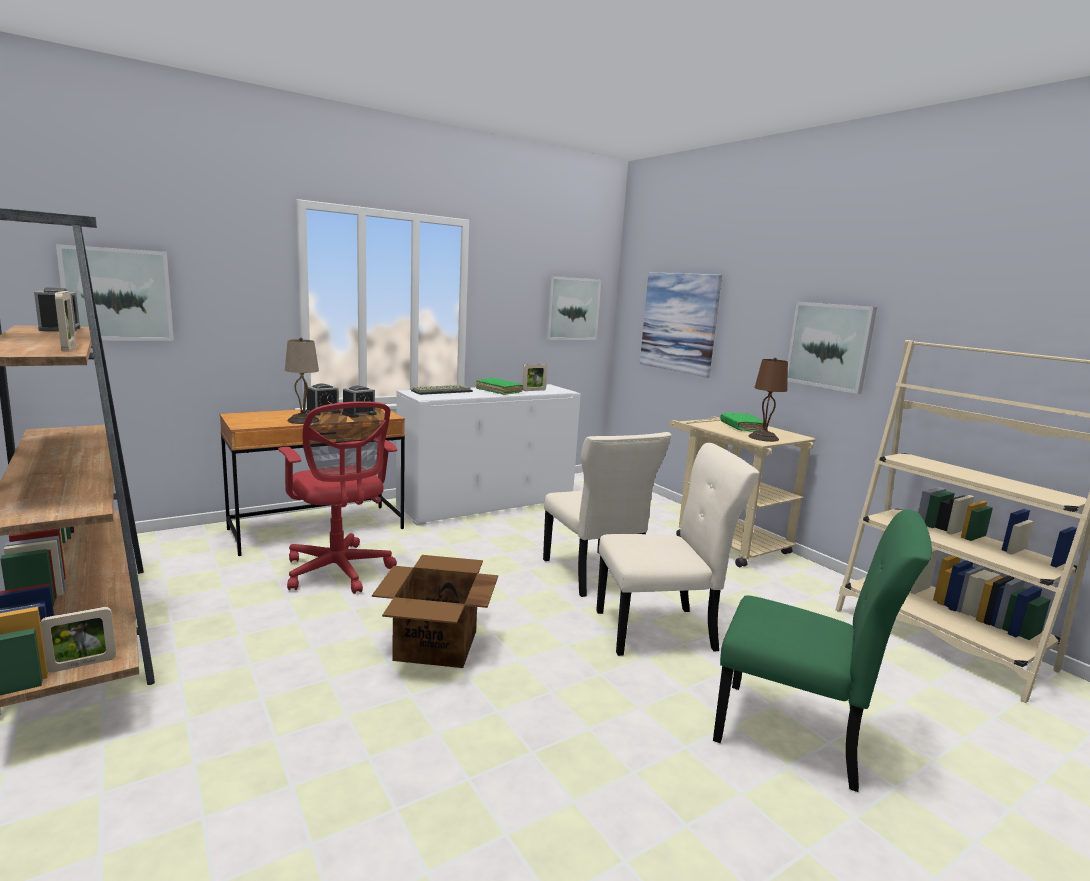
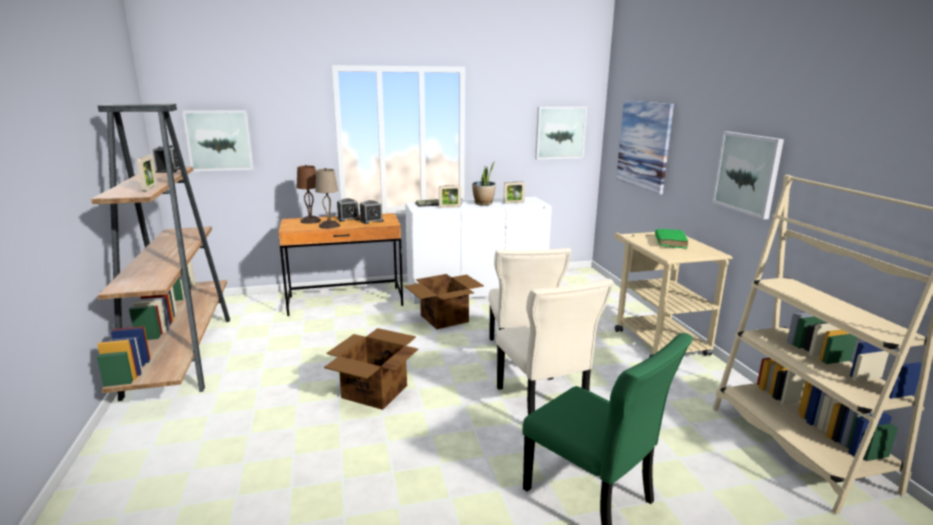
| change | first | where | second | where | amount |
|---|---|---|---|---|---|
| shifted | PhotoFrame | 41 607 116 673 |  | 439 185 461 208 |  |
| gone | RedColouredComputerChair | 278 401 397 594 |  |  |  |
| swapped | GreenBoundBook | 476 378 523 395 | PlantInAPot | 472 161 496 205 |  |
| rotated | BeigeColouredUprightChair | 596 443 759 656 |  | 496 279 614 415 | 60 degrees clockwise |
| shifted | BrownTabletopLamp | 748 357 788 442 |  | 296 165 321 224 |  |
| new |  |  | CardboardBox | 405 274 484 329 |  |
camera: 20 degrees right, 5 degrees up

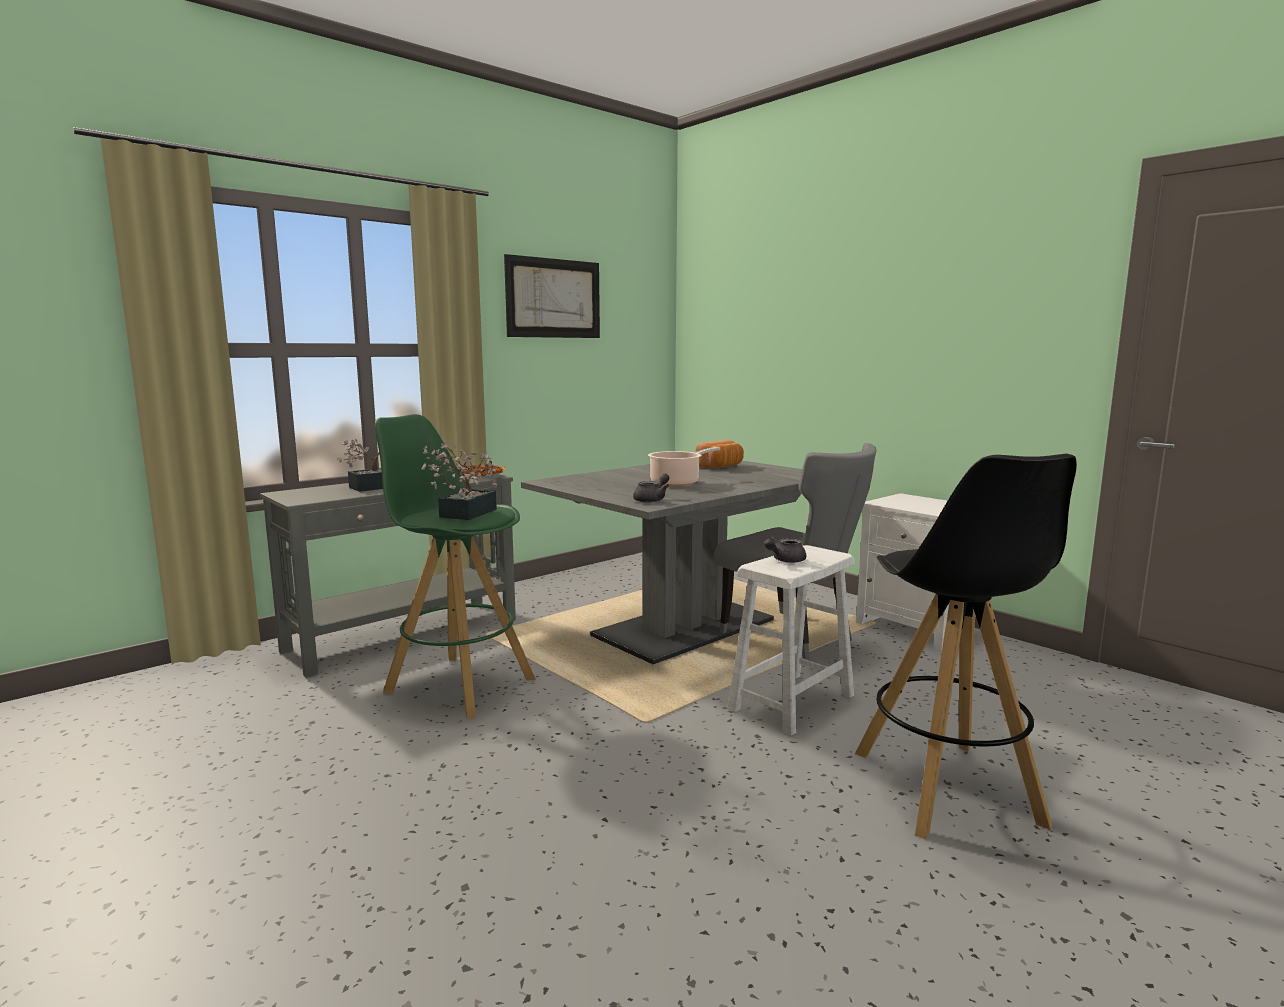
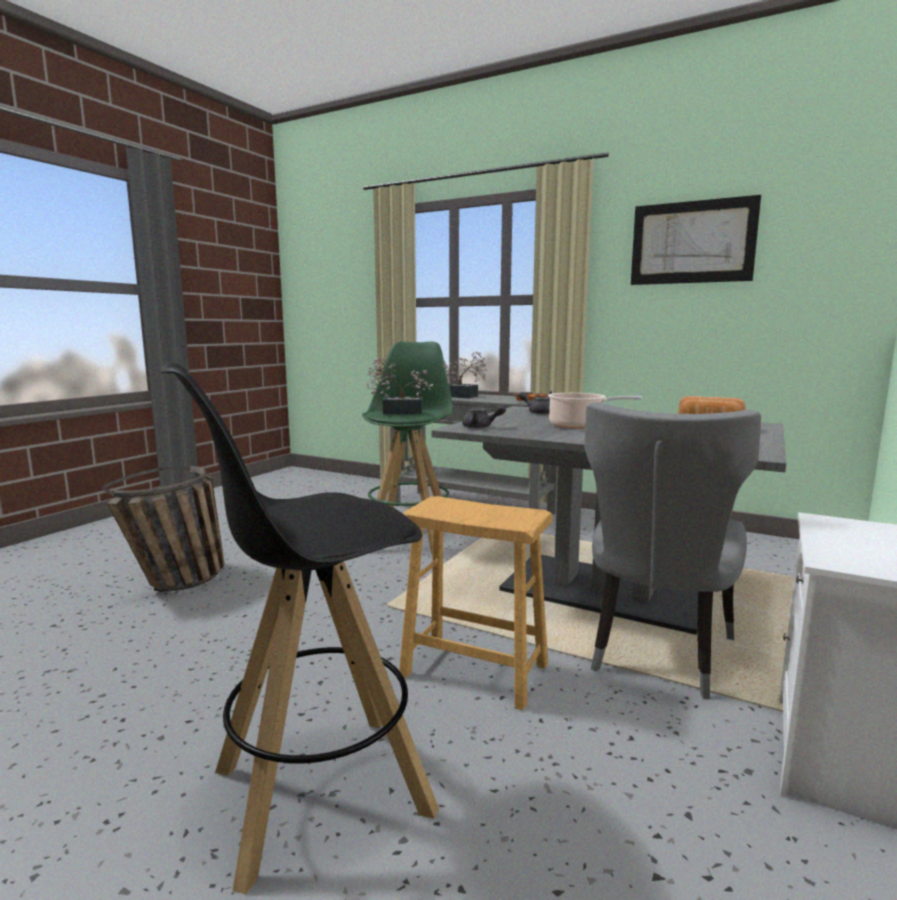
| change | first | where | second | where | amount |
|---|---|---|---|---|---|
| repainted | WhitishStoolSeat | 727 545 855 736 | BrownStoolSeat | 399 496 553 710 |  |
| shifted | GreyPotForTea | 764 537 806 563 |  | 519 392 550 414 |  |
| new |  |  | Basket | 102 466 225 591 |  |
camera: 70 degrees right, 0 degrees up

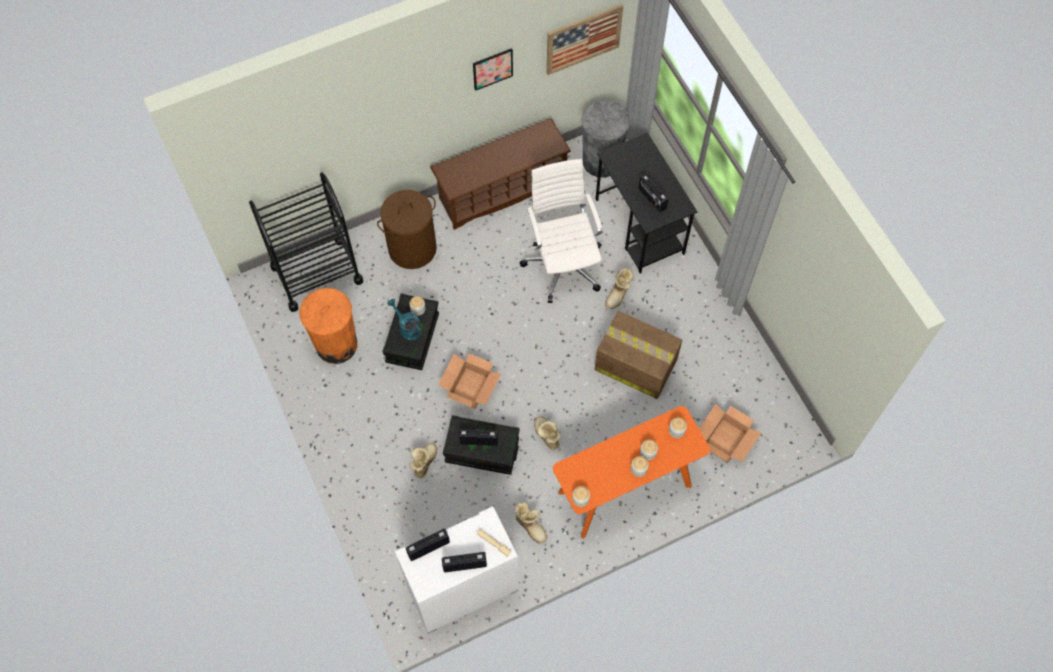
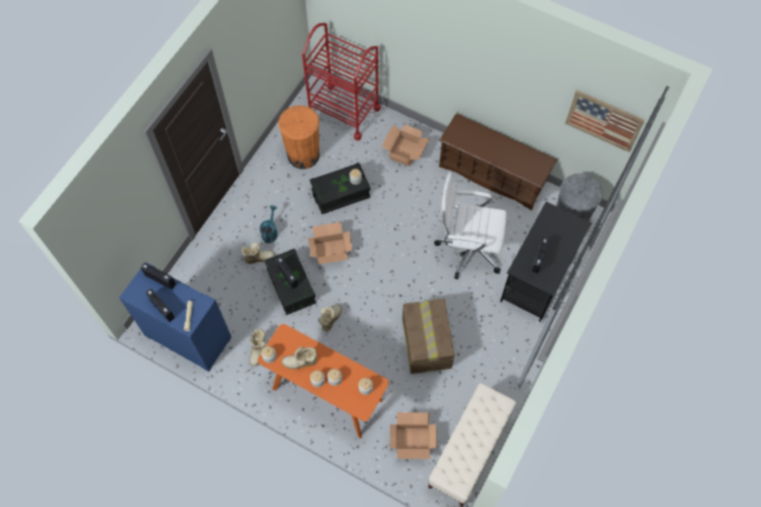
| change | first | where | second | where | amount |
|---|---|---|---|---|---|
| repainted | BlackishTrolley | 249 173 363 312 | RedColouredTrolley | 302 23 381 141 |  |
| swapped | BrownWashingBasket | 377 190 437 269 | CardboardBox | 382 124 429 166 |  |
| shifted | TurquoiseColouredWateringPot | 387 299 422 341 |  | 260 206 278 243 |  |
| repainted | WhitishCabinet | 395 506 519 633 | BlueCabinet | 119 262 231 372 |  |
| gone | WallPicture | 473 48 513 91 |  |  |  |
| rotated | WhitishComputerChair | 520 159 602 303 |  | 434 172 507 279 | 120 degrees counterclockwise |
| shifted | TallBoot | 605 268 634 309 |  | 282 347 317 369 |  |
| new |  |  | BeigeColouredBench | 428 383 516 507 |  |
camera: 55 degrees right, 0 degrees up

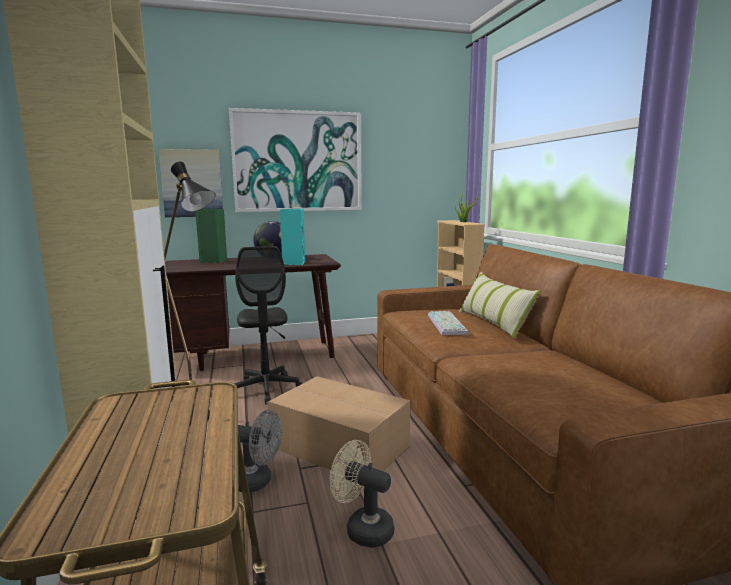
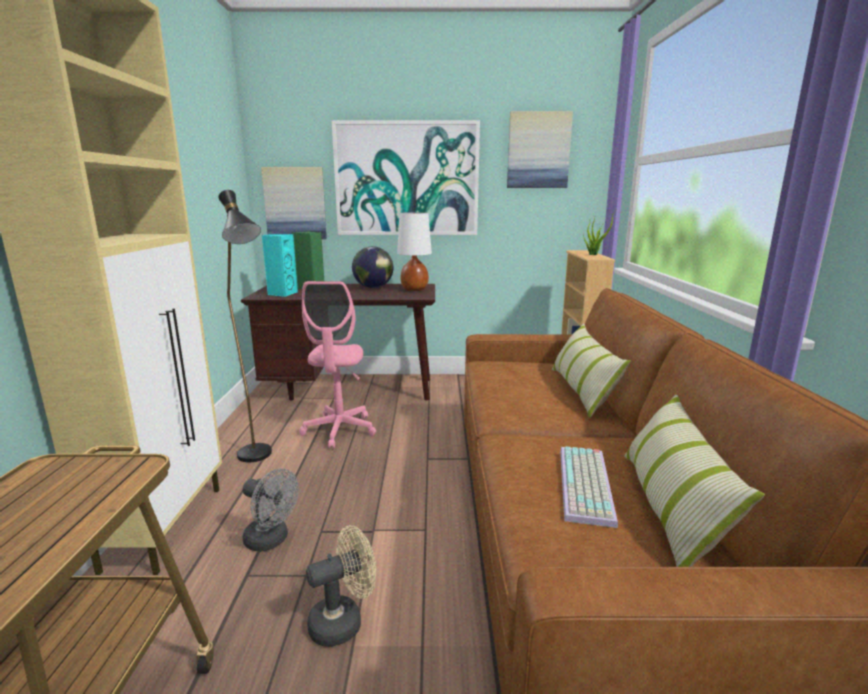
| change | first | where | second | where | amount |
|---|---|---|---|---|---|
| repainted | BlackishComputerChair | 234 246 302 404 | PinkComputerChair | 299 281 376 448 |  |
| gone | CardboardBox | 268 376 410 471 |  |  |  |
| shifted | TurquoiseColouredLoudspeaker | 280 209 305 265 |  | 262 234 298 297 |  |
| rotated | BeigeColouredFan | 329 440 394 548 |  | 306 525 376 647 | 105 degrees clockwise |
| shifted | PcKeyboard | 428 311 468 335 |  | 560 446 618 528 |  |
| new |  |  | WhitishTabletopLamp | 397 212 432 291 |  |
| new |  |  | WallPicture | 507 111 573 188 |  |
| new |  |  | ThrowPillow | 624 395 765 567 |  |
camera: 15 degrees right, 5 degrees up

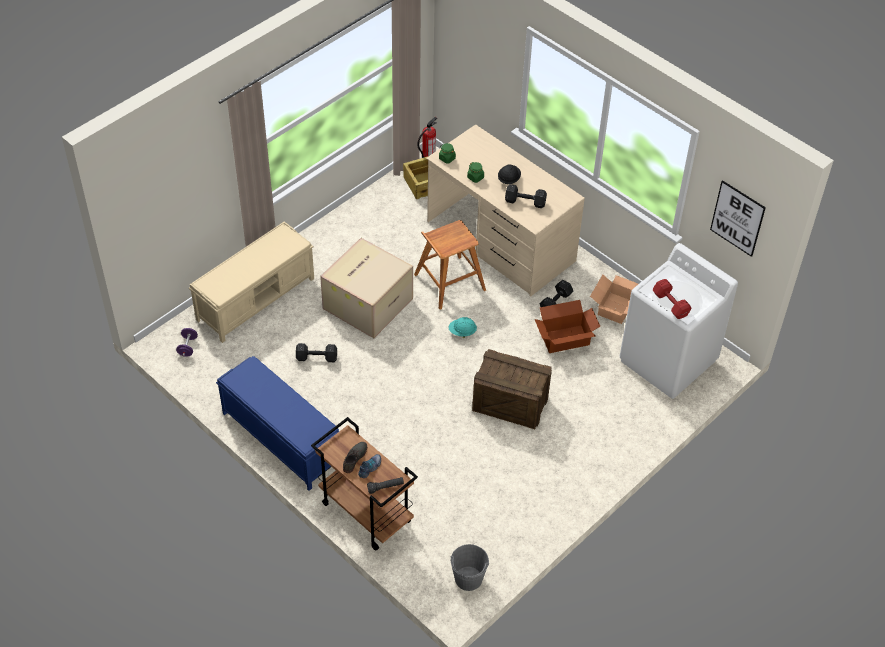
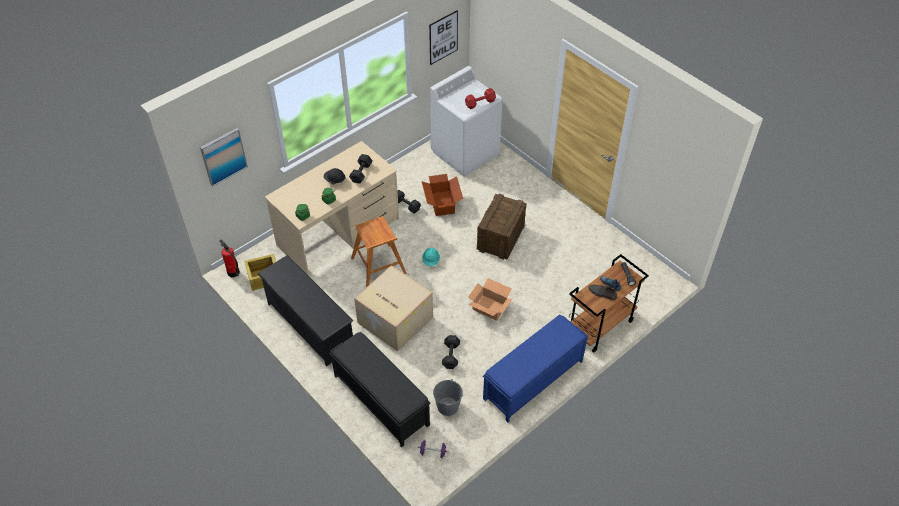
| change | first | where | second | where | amount |
|---|---|---|---|---|---|
| repainted | BeigeColouredBench | 189 221 314 343 | BlackishBench | 329 332 431 448 |  |
| shifted | GreyPail | 451 544 489 591 |  | 433 379 463 416 |  |
| shifted | CardboardBox | 590 275 638 324 |  | 468 278 512 321 |  |
| new |  |  | WallPicture | 200 128 248 187 |  |
| new |  |  | BlackishShoeStand | 257 255 353 366 |  |
camera: 85 degrees left, 0 degrees up

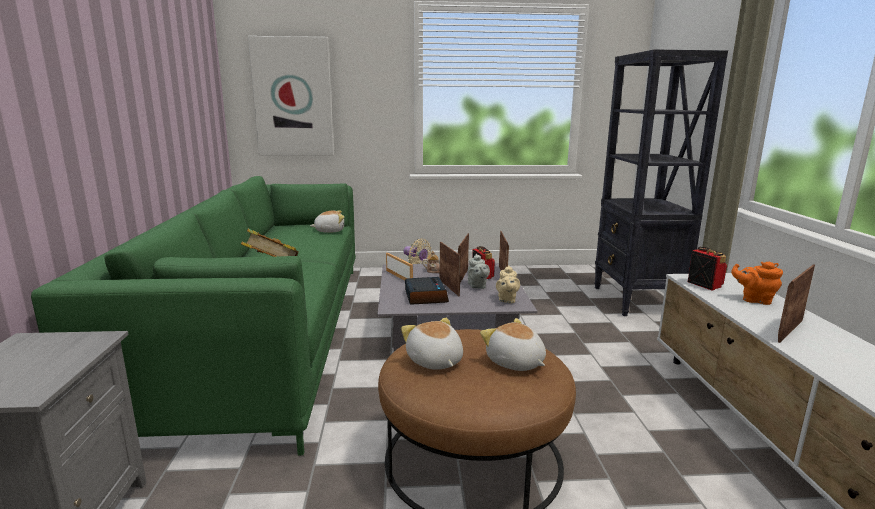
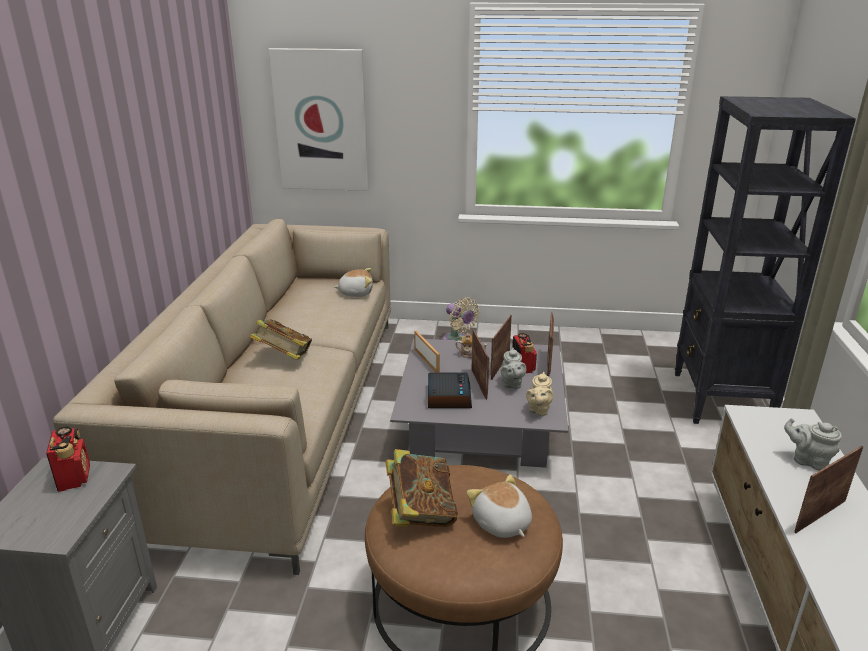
| change | first | where | second | where | amount |
|---|---|---|---|---|---|
| repainted | GreenSettee | 31 176 356 456 | BeigeColouredSettee | 53 219 391 575 |  |
| swapped | SoftToy | 401 317 463 370 | BoundBook | 385 449 458 527 |  |
| shifted | RadioReceiver | 688 247 727 290 |  | 46 426 90 492 |  |
| repainted | OrangePotForTea | 731 261 783 305 | GreyPotForTea | 784 418 842 471 |  |
camera: 10 degrees right, 10 degrees up

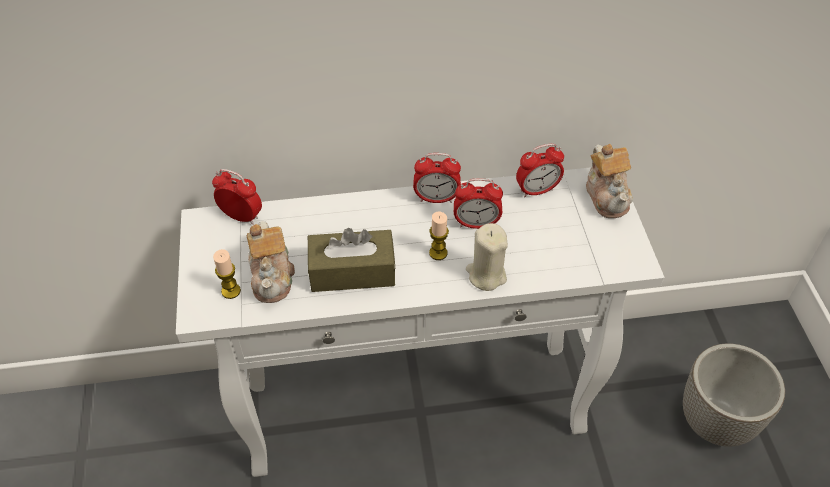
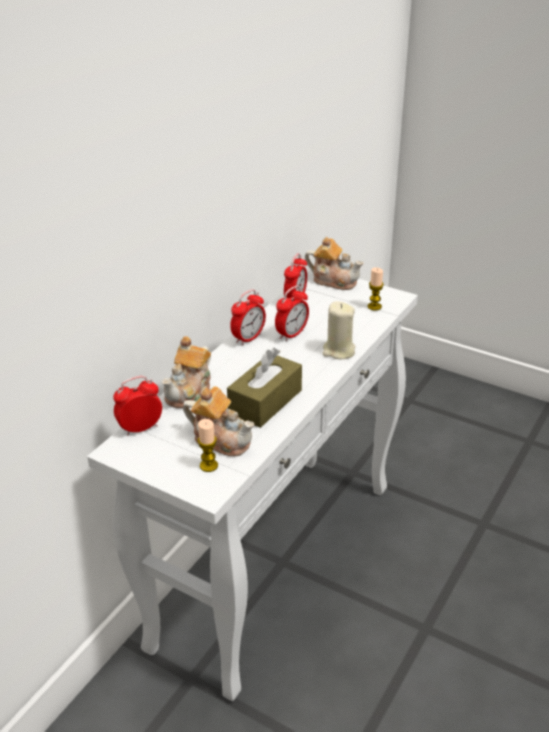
| change | first | where | second | where | amount |
|---|---|---|---|---|---|
| shifted | Candle | 429 212 449 260 |  | 368 267 384 310 |  |
| gone | PlantPot | 683 343 785 447 |  |  |  |
| new |  |  | PotForTea | 162 336 211 408 |  |
camera: 50 degrees left, 15 degrees down

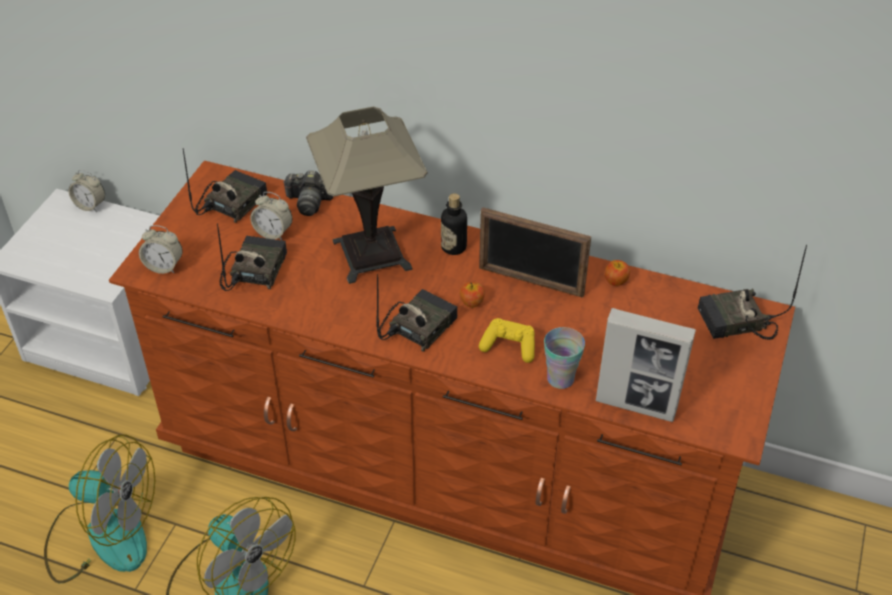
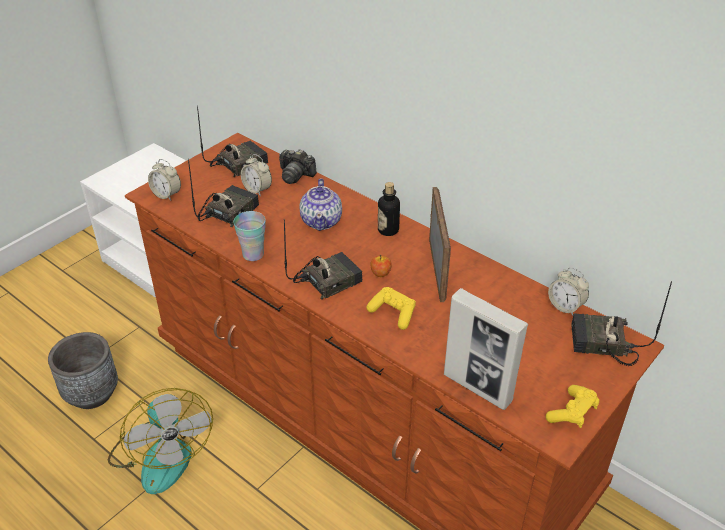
| change | first | where | second | where | amount |
|---|---|---|---|---|---|
| swapped | Fan | 44 434 155 583 | GreyPlantPot | 48 332 118 409 |  |
| shifted | BedsideClock | 68 170 105 212 |  | 548 267 589 316 |  |
| swapped | TabletopLamp | 306 106 428 284 | PotForTea | 299 179 342 231 |  |
| rotated | PhotoFrame | 479 207 591 298 |  | 429 187 451 302 | 135 degrees counterclockwise |
| shifted | SmallCup | 544 327 585 389 |  | 233 211 266 261 |  |
| gone | WholeApple | 605 260 630 286 |  |  |  |
| new |  |  | YellowJoypad | 546 385 599 428 |  |
camera: 20 degrees right, 5 degrees down

